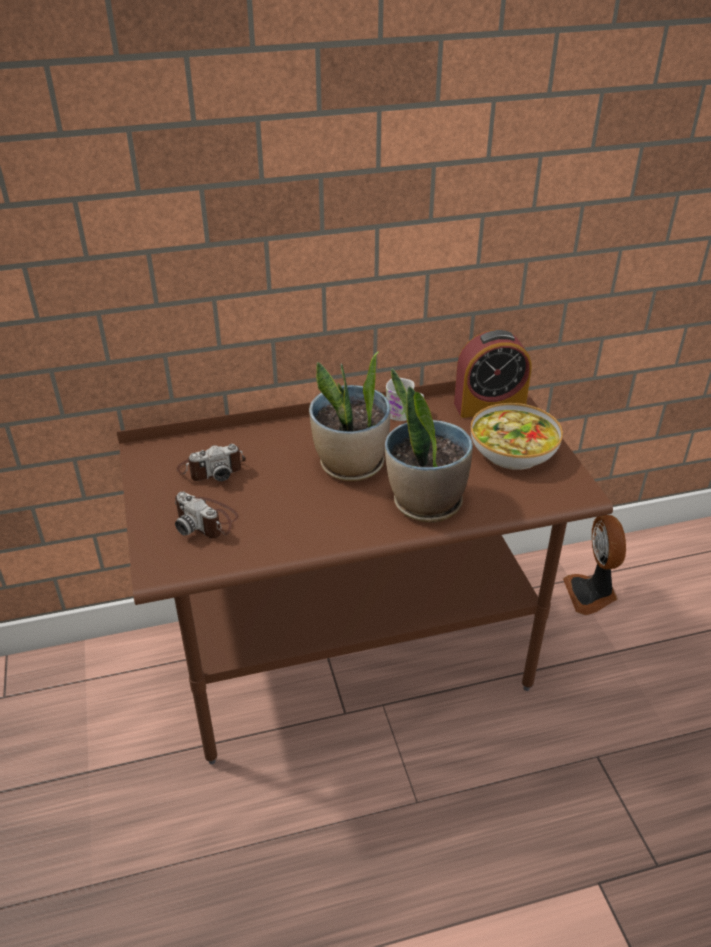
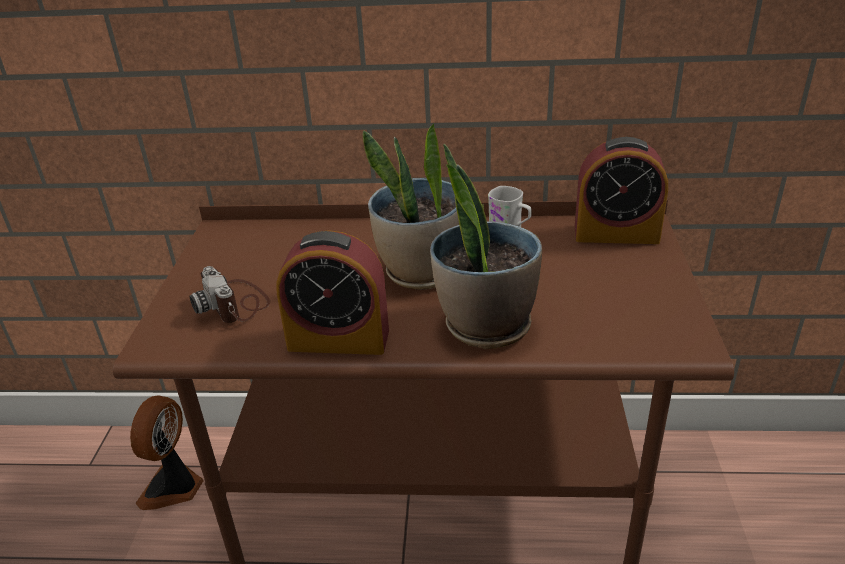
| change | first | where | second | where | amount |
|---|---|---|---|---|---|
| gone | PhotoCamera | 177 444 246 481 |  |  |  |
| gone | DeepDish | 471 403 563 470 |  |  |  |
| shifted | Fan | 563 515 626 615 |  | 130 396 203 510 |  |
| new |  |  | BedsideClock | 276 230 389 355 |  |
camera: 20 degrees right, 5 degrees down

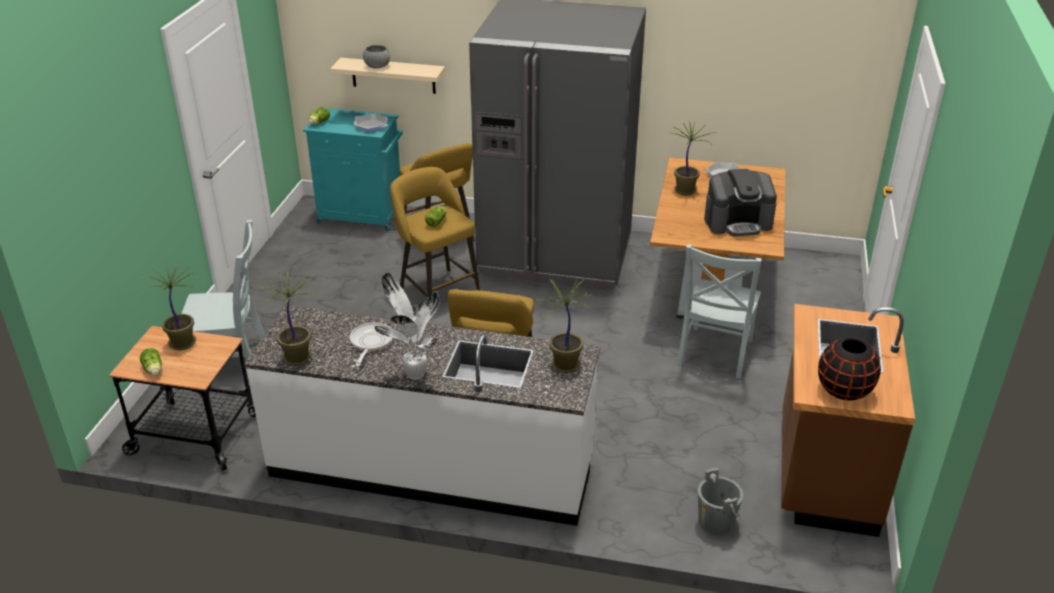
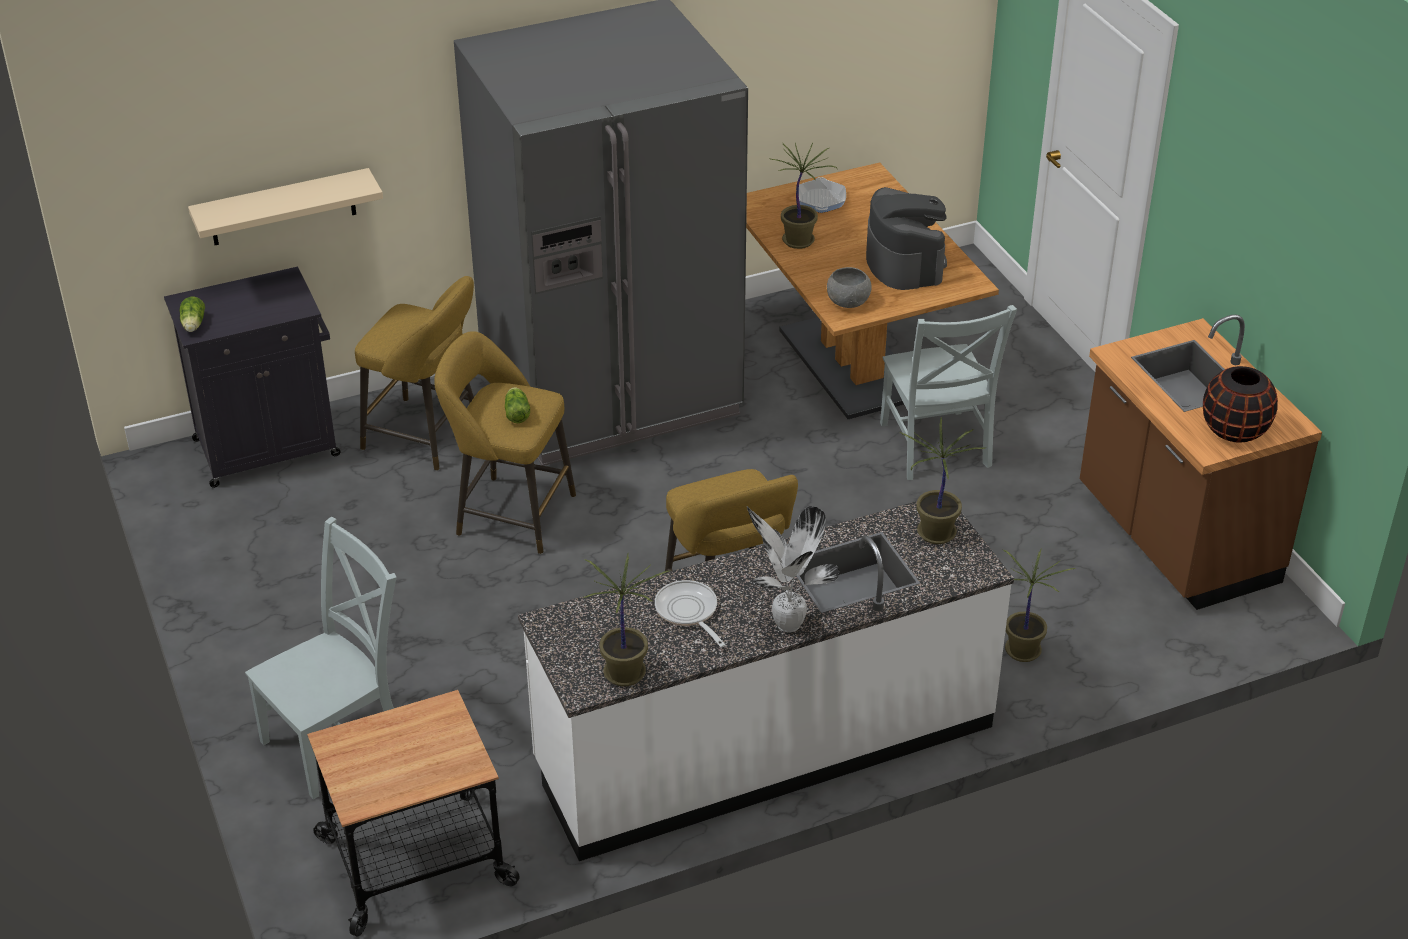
| change | first | where | second | where | amount |
|---|---|---|---|---|---|
| gone | HeadOfLettuce | 140 348 162 376 |  |  |  |
| shifted | PlantInAPot | 142 263 198 350 |  | 1003 549 1076 662 |  |
| repainted | TurquoiseColouredCabinet | 303 108 403 231 | BlackishCabinet | 164 267 341 488 |  |
| gone | Pan | 354 114 388 133 |  |  |  |
| shifted | GreyDeepDish | 363 45 390 69 |  | 827 267 872 308 |  |
| gone | GreyPail | 698 468 743 535 |  |  |  |
| rotated | CoffeeMaker | 704 169 777 236 |  | 866 187 947 290 | 60 degrees counterclockwise |
camera: 35 degrees left, 5 degrees up

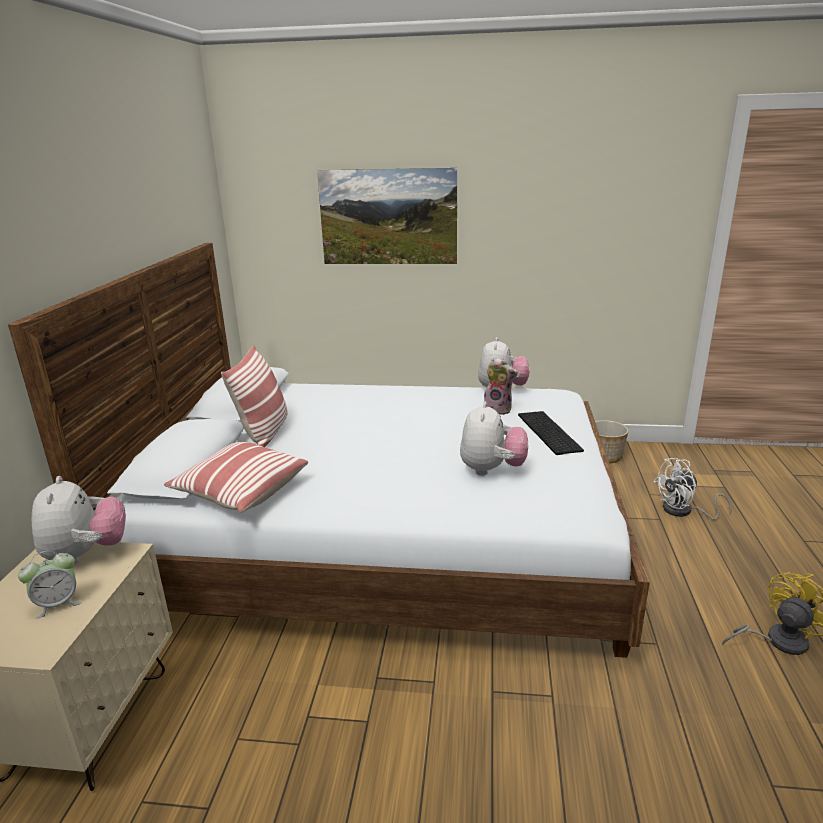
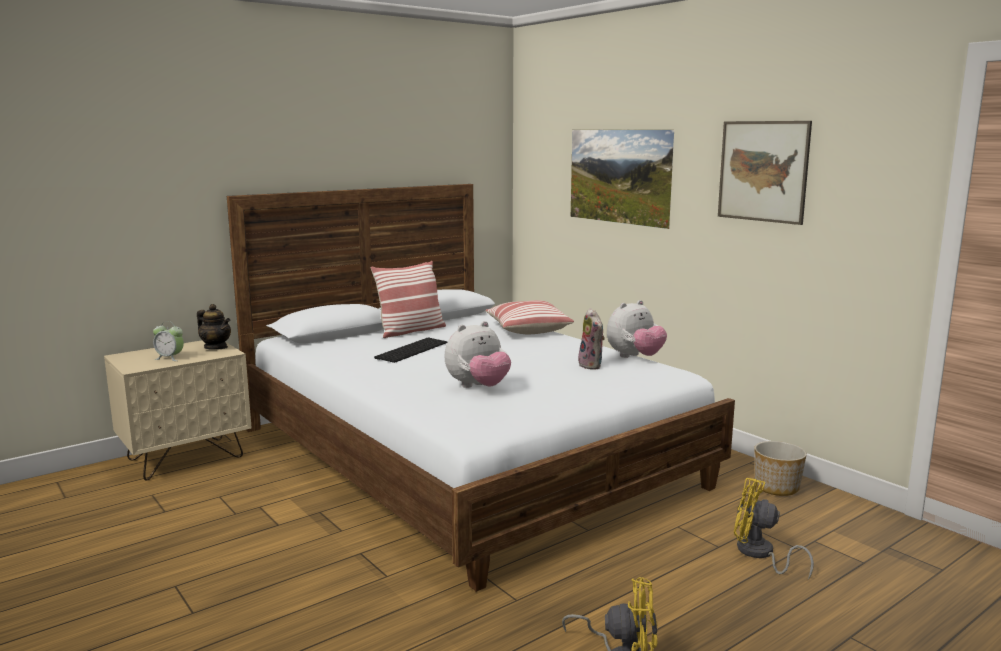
| change | first | where | second | where | amount |
|---|---|---|---|---|---|
| swapped | SoftToy | 32 476 126 564 | PotForTea | 197 304 231 350 |  |
| shifted | ThrowPillow | 164 442 308 513 |  | 485 300 574 334 |  |
| shifted | PcKeyboard | 518 411 584 455 |  | 374 338 447 363 |  |
| repainted | WhitishFan | 653 458 732 520 | YellowFan | 734 478 814 580 |  |
| new |  |  | WallPicture | 718 121 812 225 |  |
camera: 45 degrees right, 10 degrees down

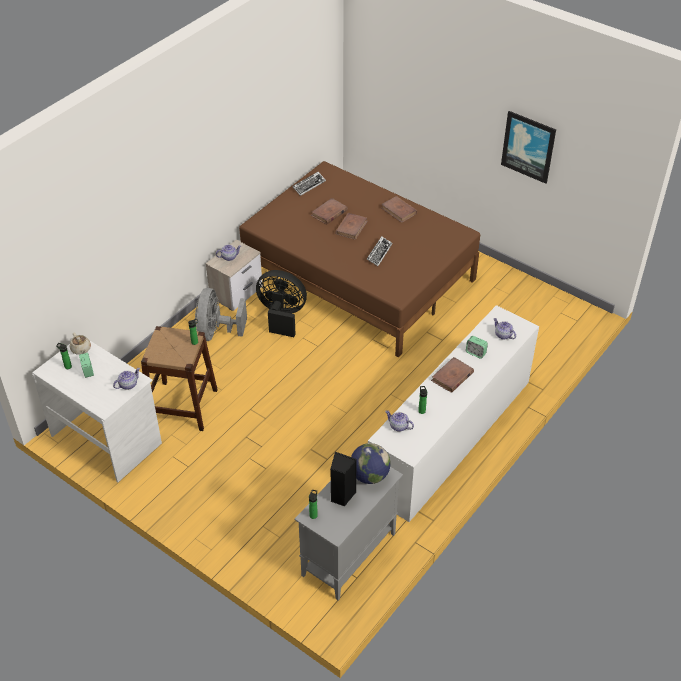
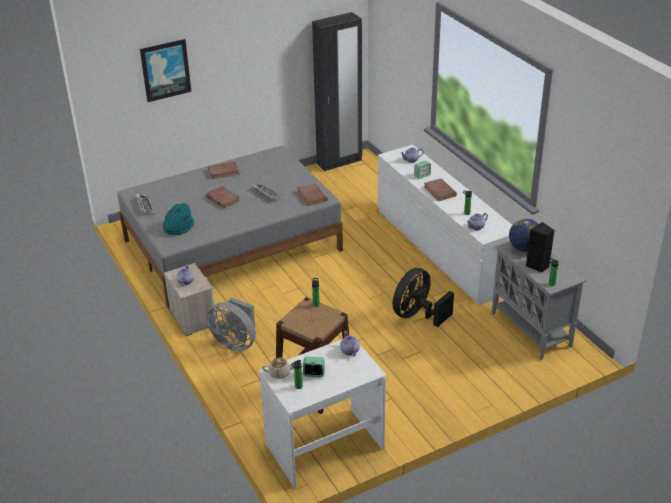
| change | first | where | second | where | amount |
|---|---|---|---|---|---|
| repainted | BrownSleepingBed | 239 161 480 358 | GreySleepingBed | 117 146 343 309 |  |
| shifted | BlackishFan | 256 270 307 337 |  | 393 268 454 327 |  |
| shifted | BrownBoundBook | 311 198 348 224 |  | 298 183 328 206 |  |
| shifted | WallPicture | 501 111 556 184 |  | 140 39 191 102 |  |
| new |  |  | TurquoiseColouredHat | 163 203 194 235 |  |
| new |  |  | BlackishClothesCupboard | 312 12 362 171 |  |
camera: 65 degrees left, 10 degrees down

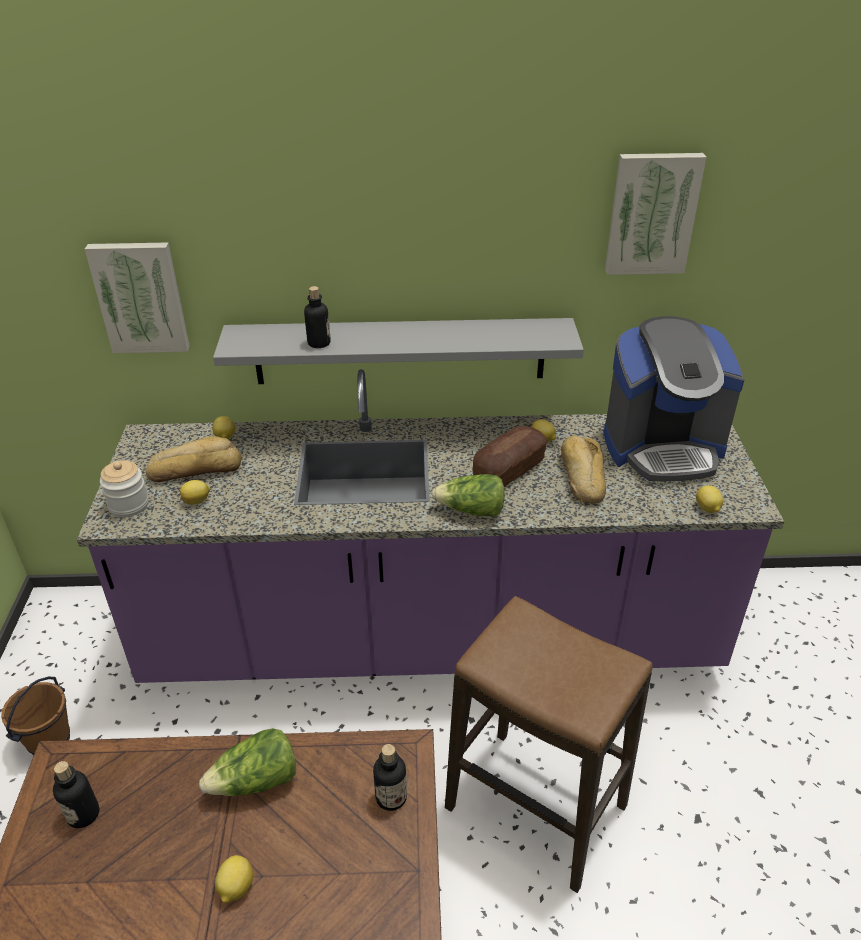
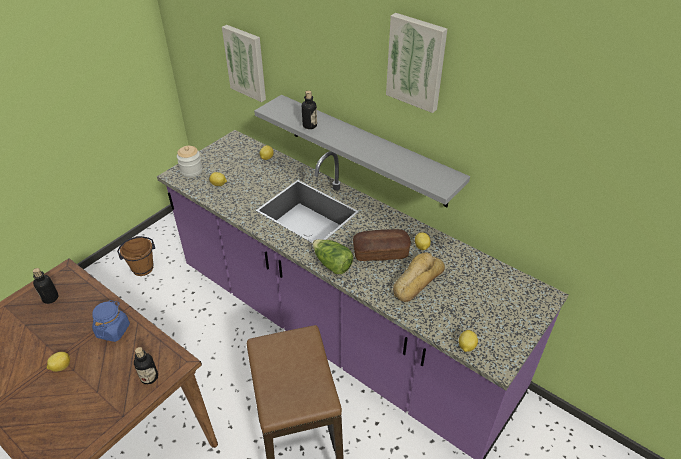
| change | first | where | second | where | amount |
|---|---|---|---|---|---|
| gone | BakedBread | 146 436 242 482 |  |  |  |
| swapped | HeadOfLettuce | 199 728 296 796 | BlueStorageJar | 92 300 130 342 |  |
| gone | CoffeeMaker | 604 316 745 482 |  |  |  |
| shifted | WallPicture | 605 153 706 275 |  | 386 13 447 113 |  |
camera: 40 degrees right, 5 degrees up

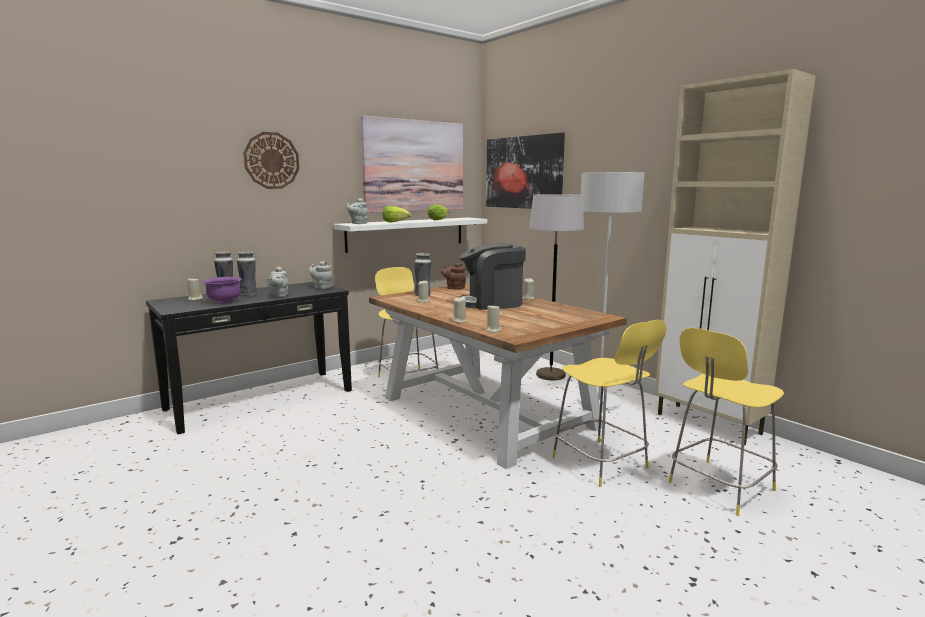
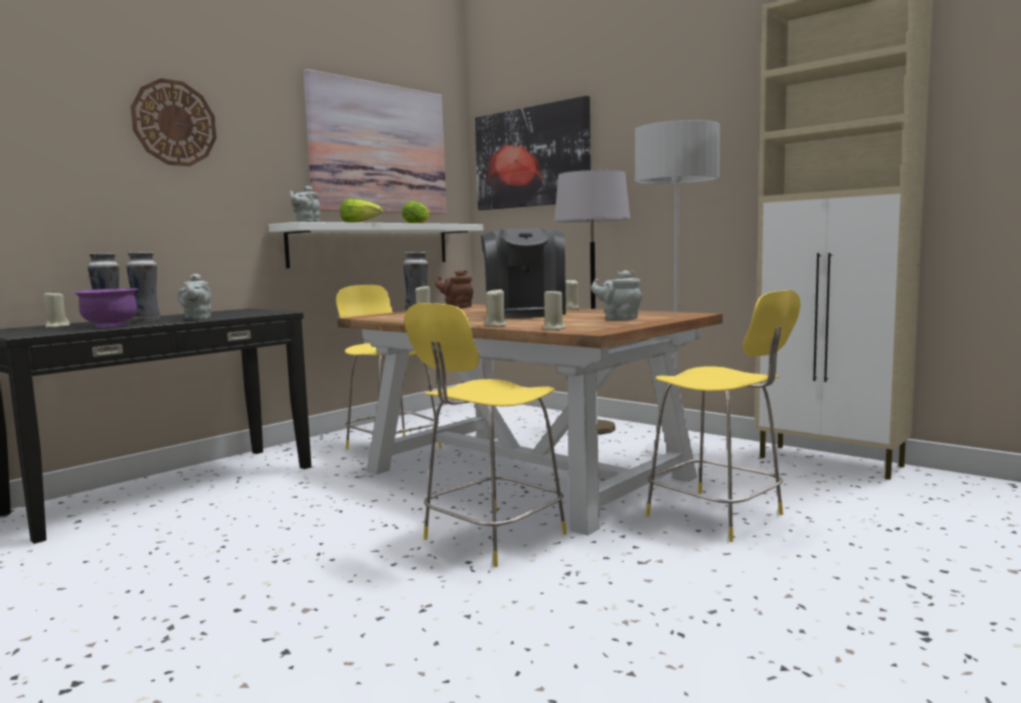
| change | first | where | second | where | amount |
|---|---|---|---|---|---|
| shifted | GreyPotForTea | 309 261 333 289 |  | 591 270 642 320 |  |
| rotated | CoffeeMaker | 459 243 526 310 |  | 481 228 566 318 | 75 degrees counterclockwise |
| shifted | YellowStoolSeat | 668 328 784 516 |  | 404 303 567 567 |  |
camera: 10 degrees left, 5 degrees down

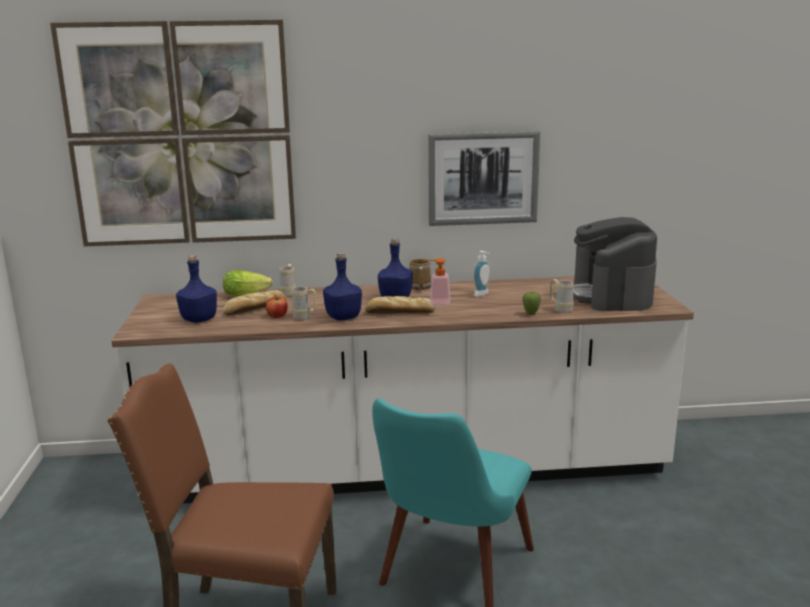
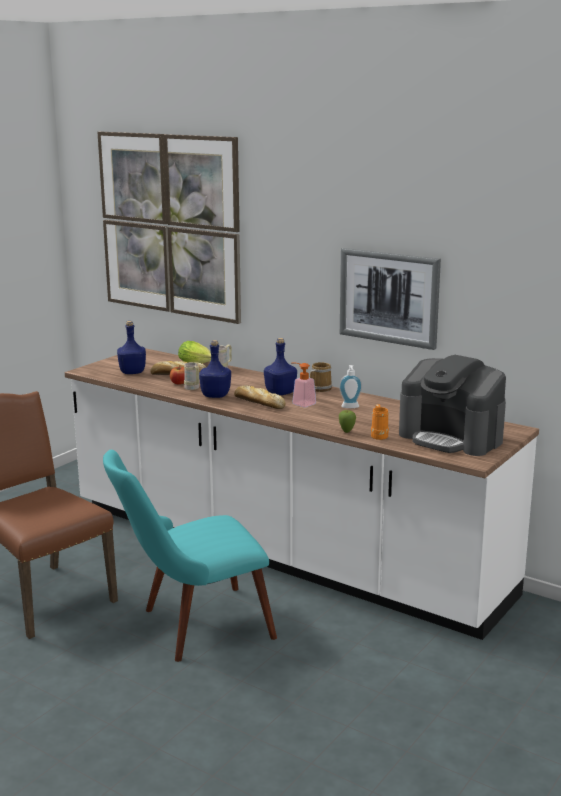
| change | first | where | second | where | amount |
|---|---|---|---|---|---|
| repainted | BeigeColouredTeaMug | 550 279 574 313 | OrangeTeaMug | 371 404 389 440 |  |
| rotated | CoffeeMaker | 573 217 657 311 |  | 399 355 506 456 | 90 degrees counterclockwise |
camera: 40 degrees right, 0 degrees up

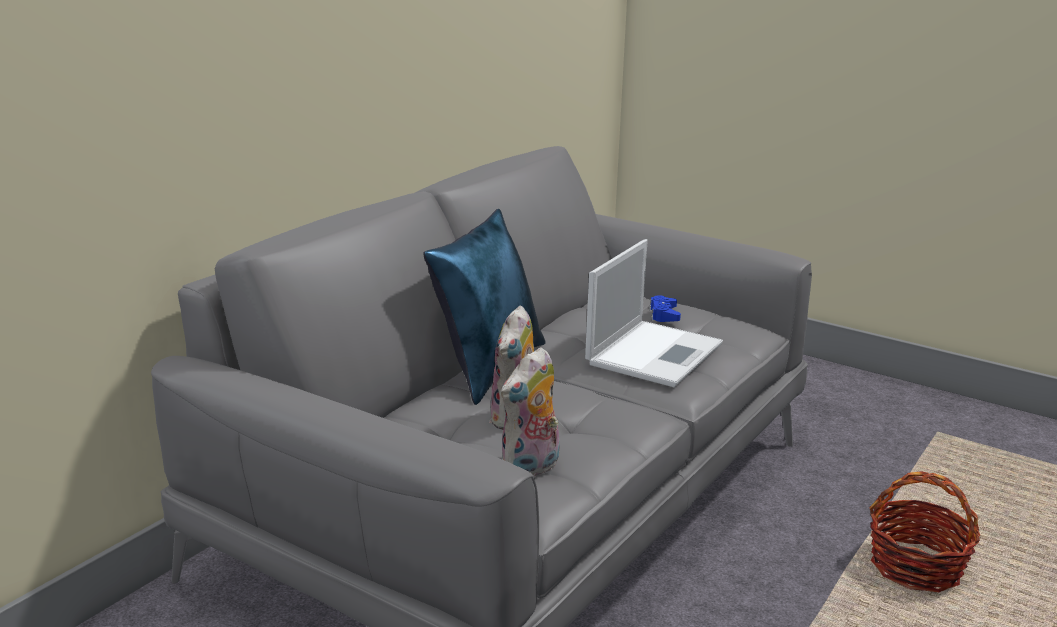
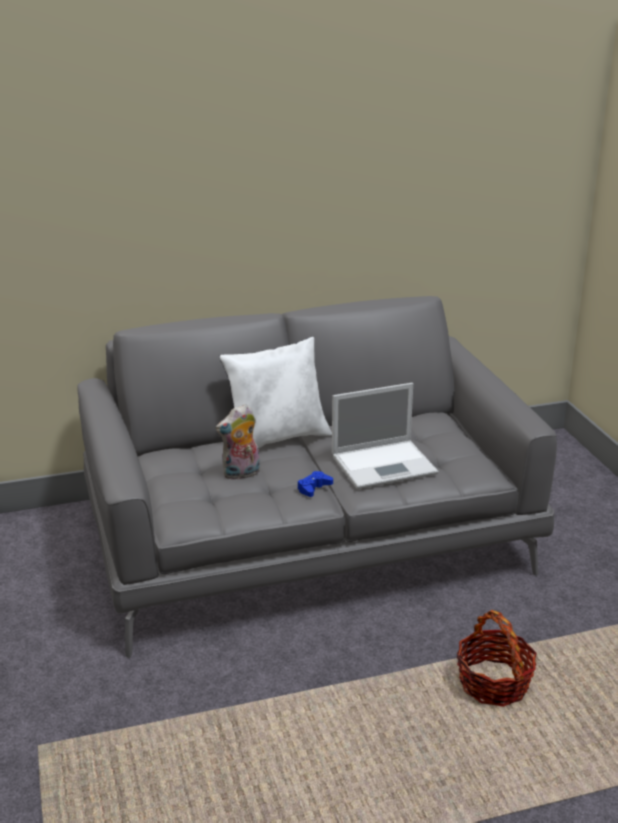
| change | first | where | second | where | amount |
|---|---|---|---|---|---|
| repainted | BlueThrowPillow | 424 209 546 405 | WhitishThrowPillow | 219 337 332 449 |  |
| gone | SoftToy | 501 347 560 478 |  |  |  |
| shifted | BlueJoypad | 649 295 681 322 |  | 298 471 333 497 |  |
camera: 40 degrees right, 5 degrees up

